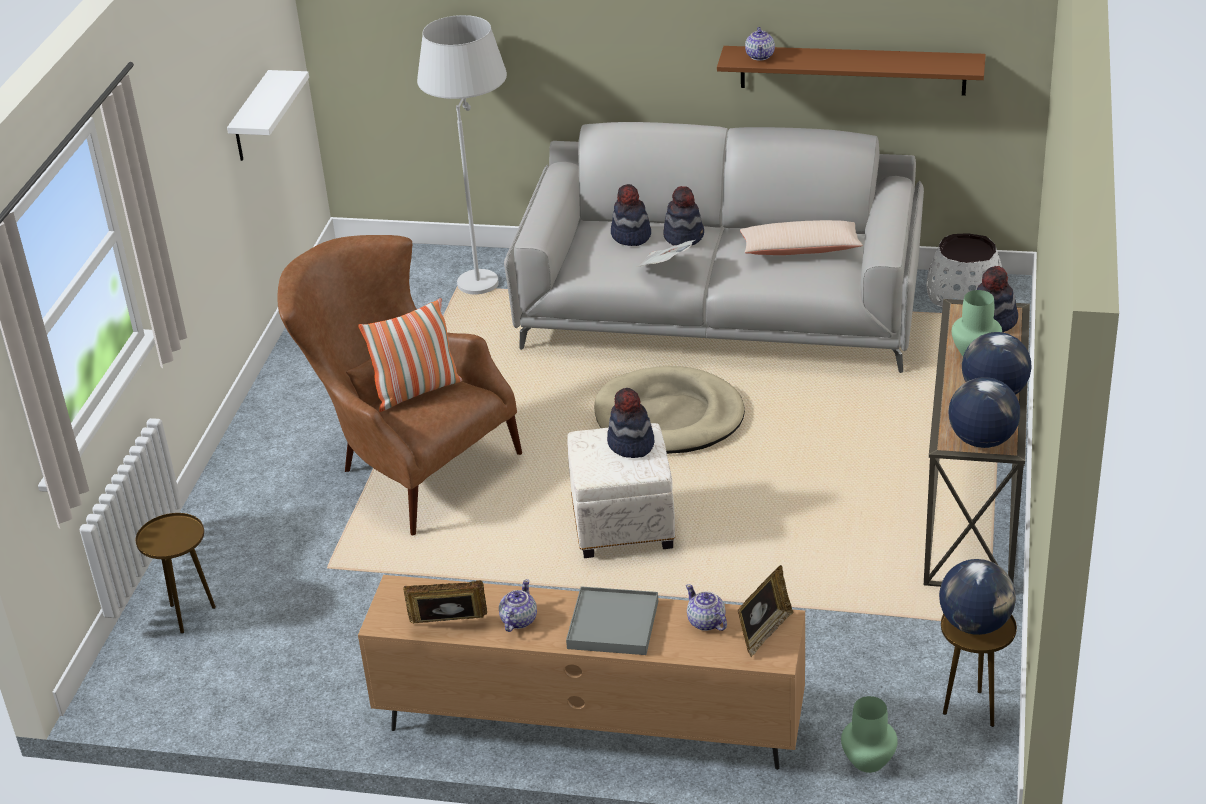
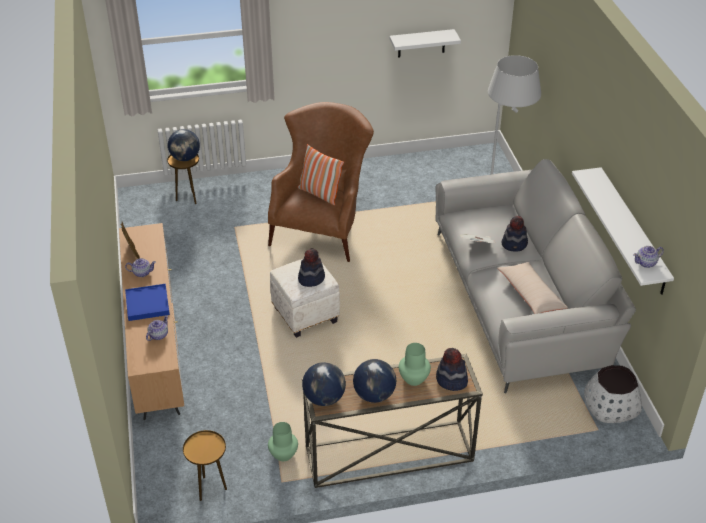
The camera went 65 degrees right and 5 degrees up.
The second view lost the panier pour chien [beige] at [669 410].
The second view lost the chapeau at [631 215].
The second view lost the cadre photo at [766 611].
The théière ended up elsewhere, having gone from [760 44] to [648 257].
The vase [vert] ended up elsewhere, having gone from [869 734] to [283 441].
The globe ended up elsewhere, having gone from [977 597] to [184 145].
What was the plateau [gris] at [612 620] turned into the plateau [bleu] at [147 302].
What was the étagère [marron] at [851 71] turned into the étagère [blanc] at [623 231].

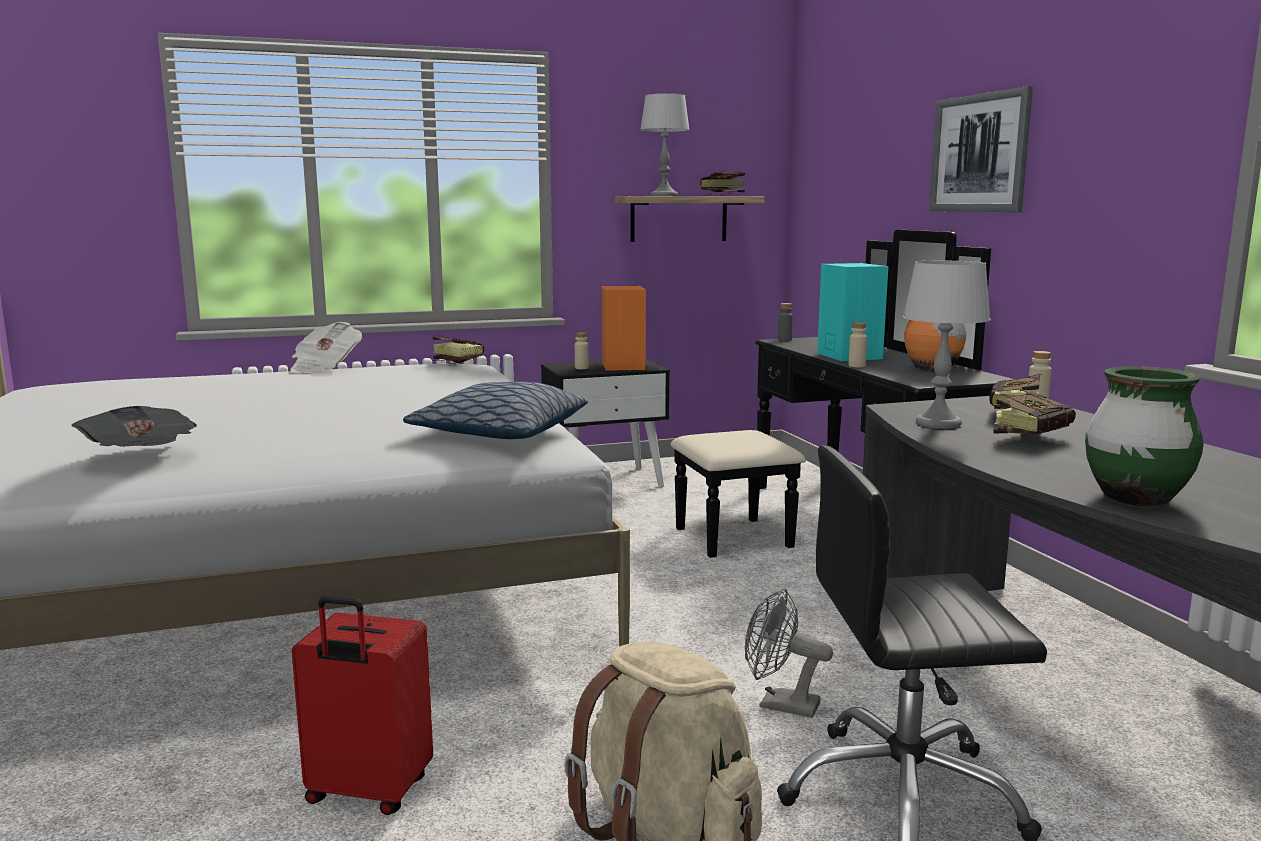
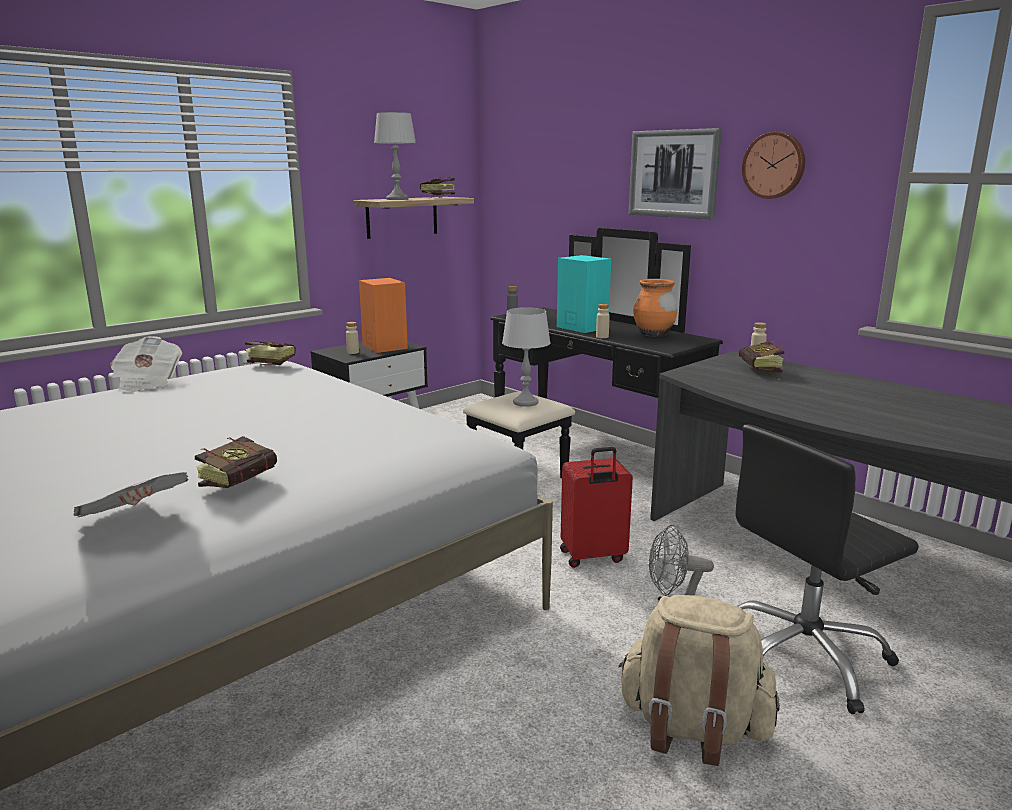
The camera went 25 degrees left and 5 degrees up.
The second view lost the coussin at [495 410].
The second view lost the vase [vert] at [1144 436].
The second view gained the horloge murale at [773 165].
The valise [rouge] ended up elsewhere, having gone from [362 705] to [596 507].
The lampe de table [gris] ended up elsewhere, having gone from [947 345] to [526 357].
The livre ended up elsewhere, having gone from [1035 413] to [236 462].

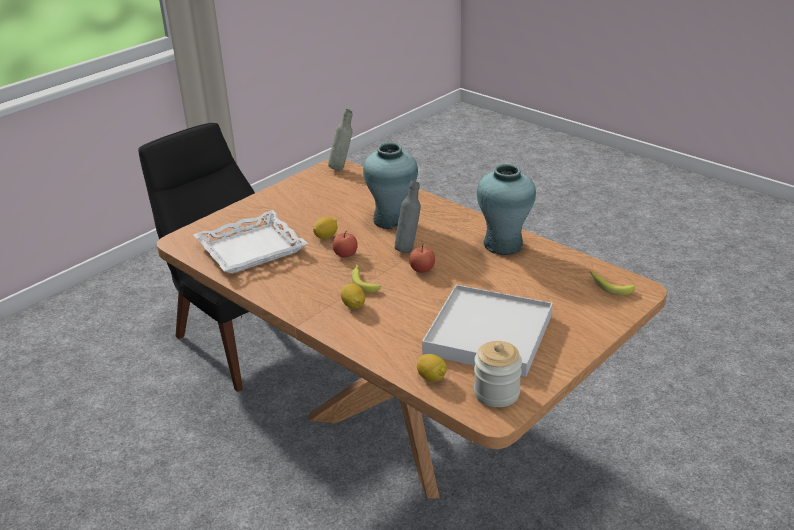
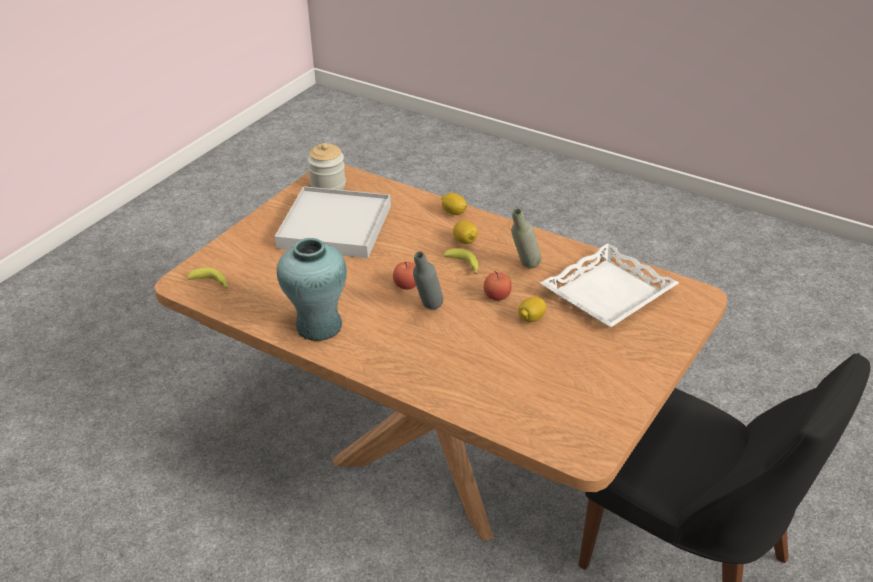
The camera went 170 degrees right and 5 degrees up.
The second view lost the vase [turquoise] at [390 186].
The bouteille [gris] ended up elsewhere, having gone from [340 140] to [526 238].
The citron ended up elsewhere, having gone from [432 368] to [454 204].

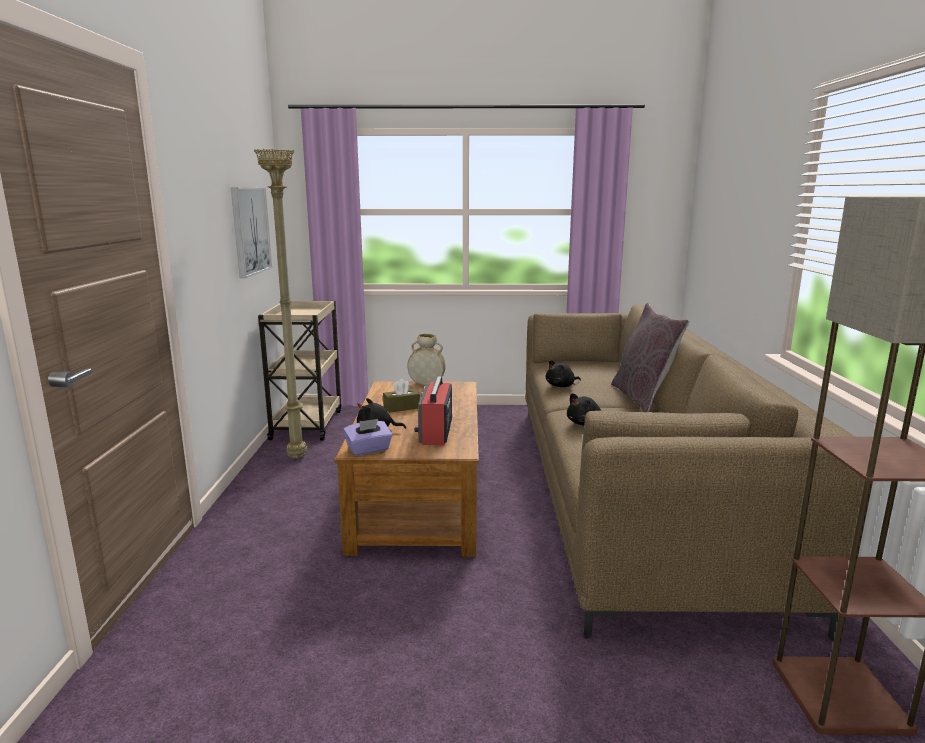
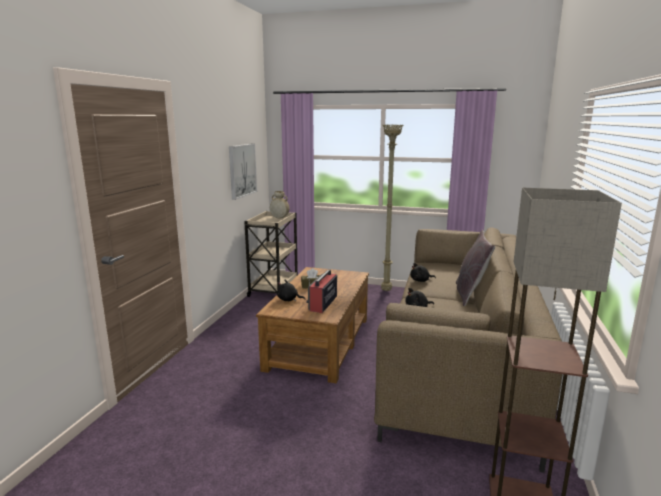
The camera went 15 degrees right and 0 degrees up.
The second view lost the boîte à mouchoirs [violet] at [367 437].
The lampadaire [beige] ended up elsewhere, having gone from [280 304] to [392 207].
The vase [beige] ended up elsewhere, having gone from [426 359] to [279 204].

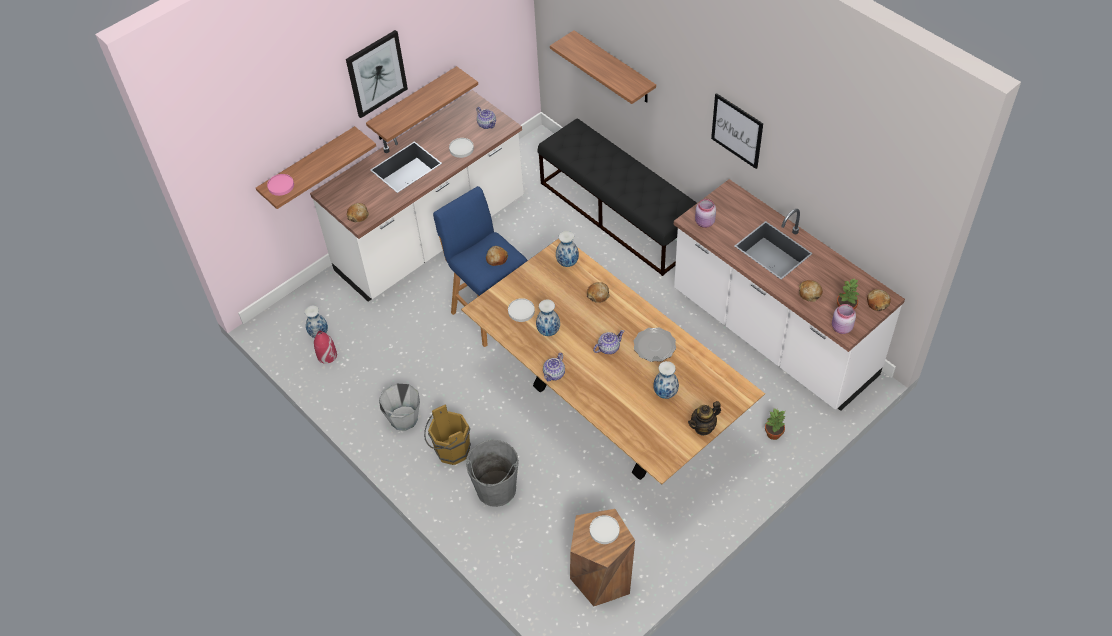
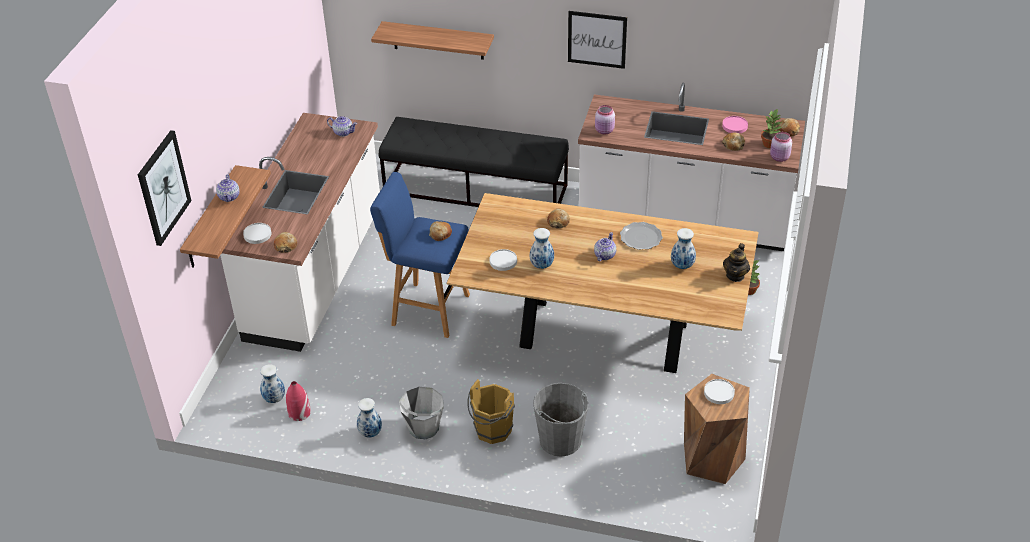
The camera went 35 degrees left and 10 degrees down.
The second view lost the étagère at [422 104].
The assiette [rose] ended up elsewhere, having gone from [280 185] to [735 124].
The tableau ended up elsewhere, having gone from [377 74] to [164 188].
The assiette [blanc] ended up elsewhere, having gone from [461 148] to [257 233].
The théière ended up elsewhere, having gone from [554 367] to [228 188].
The vase ended up elsewhere, having gone from [567 249] to [369 418].

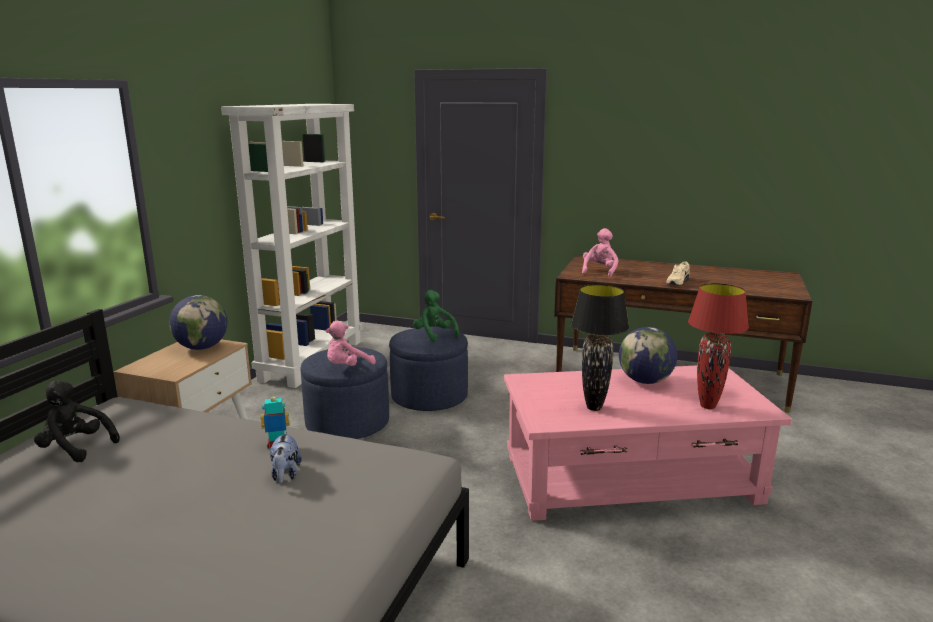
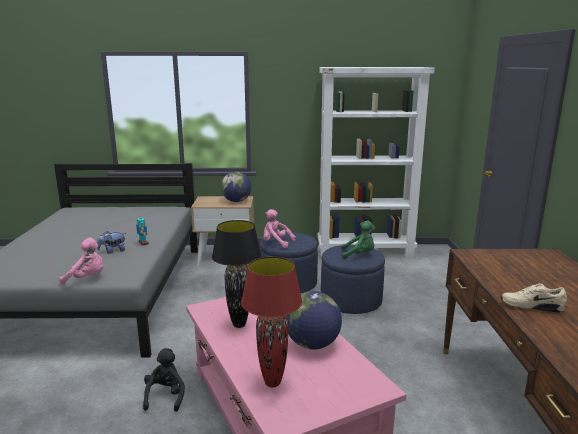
The camera went 70 degrees right and 0 degrees up.
The peluche [noir] ended up elsewhere, having gone from [77 421] to [164 380].
The peluche [rose] ended up elsewhere, having gone from [600 253] to [81 261].
The peluche [vert] at [436 316] ended up facing another way, 60 degrees clockwise from before.

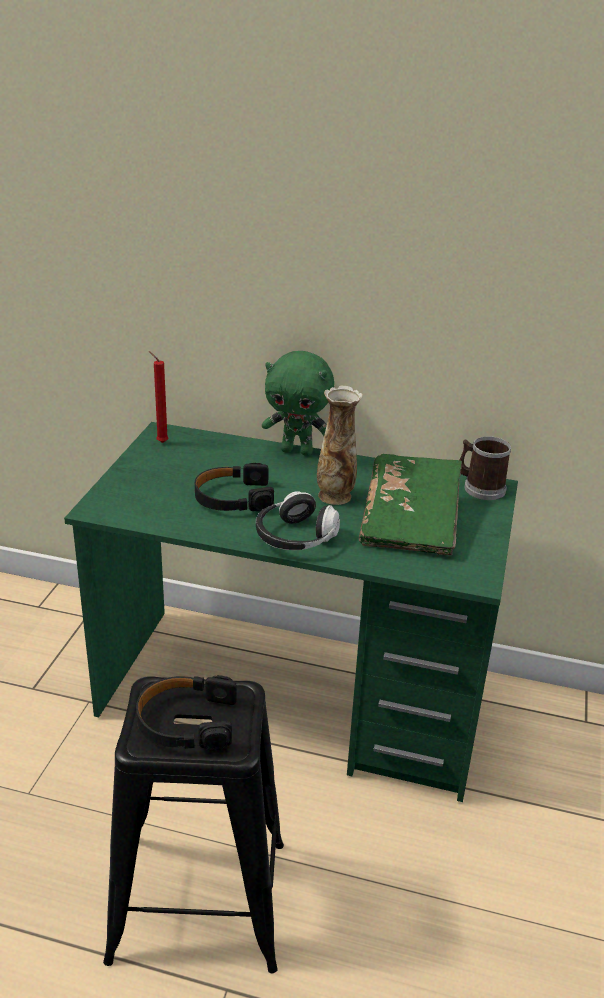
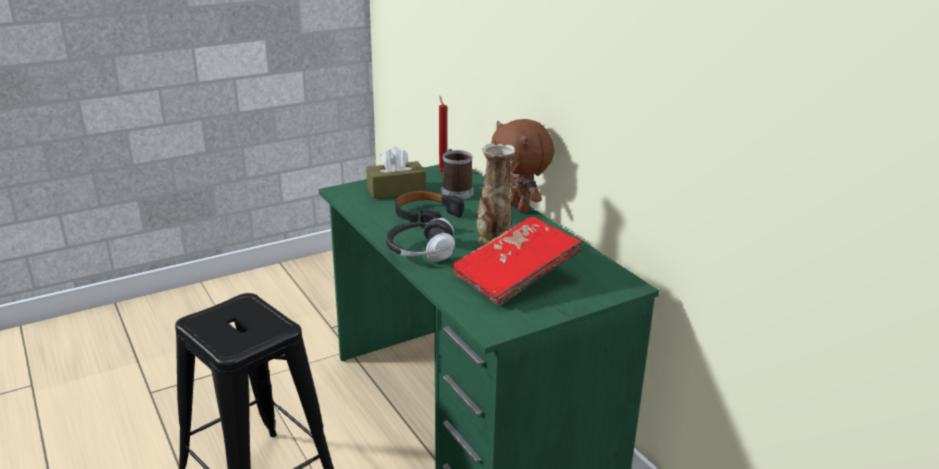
The camera went 45 degrees right and 5 degrees down.
The second view lost the casque audio [noir] at [186 713].
The second view gained the boîte à mouchoirs [marron] at [396 173].
The mug ended up elsewhere, having gone from [485 468] to [457 174].
What was the peluche [vert] at [298 403] turned into the peluche [marron] at [523 166].
What was the livre [vert] at [410 504] turned into the livre [rouge] at [518 261].

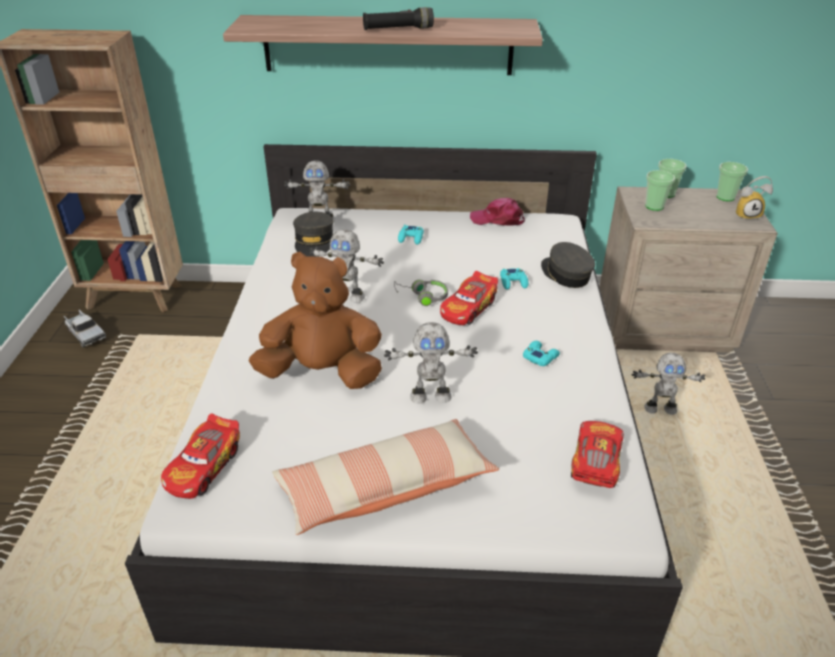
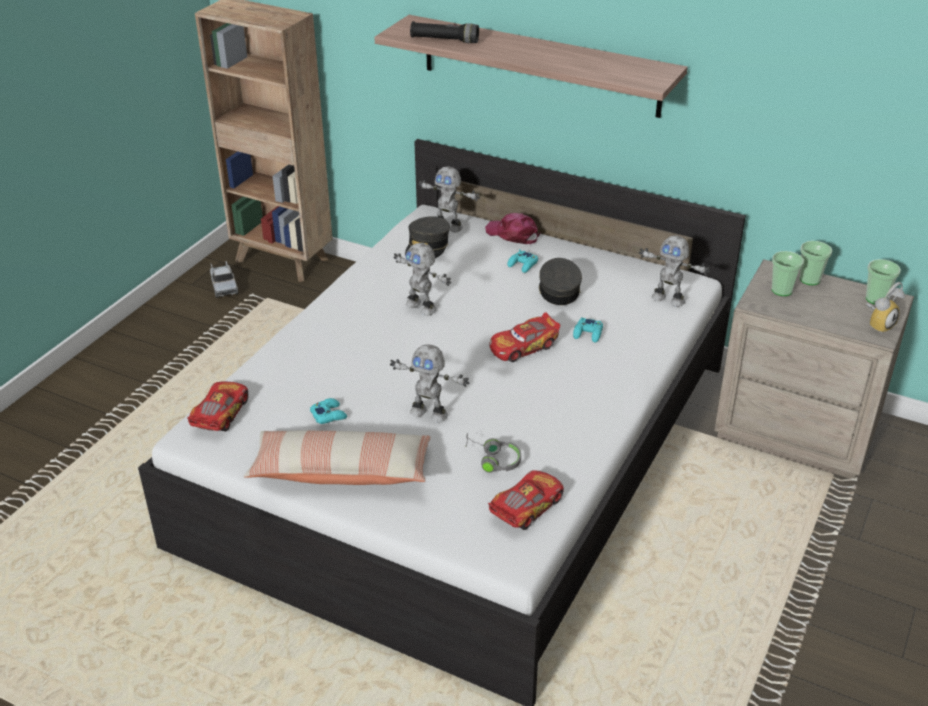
The camera went 25 degrees right and 0 degrees up.
The second view lost the peluche [marron] at [315 320].
The lampe de poche [noir] ended up elsewhere, having gone from [398 18] to [444 32].
The casque audio [gris] ended up elsewhere, having gone from [421 293] to [493 453].
The casquette [rose] ended up elsewhere, having gone from [497 212] to [513 228].
The manette [turquoise] ended up elsewhere, having gone from [541 353] to [328 411].
The casquette [gris] ended up elsewhere, having gone from [568 265] to [560 281].
The robot jouet ended up elsewhere, having gone from [668 384] to [674 271].
The petite voiture at [200 456] ended up facing another way, 150 degrees clockwise from before.
The réveil at [754 198] ended up facing another way, 60 degrees counterclockwise from before.

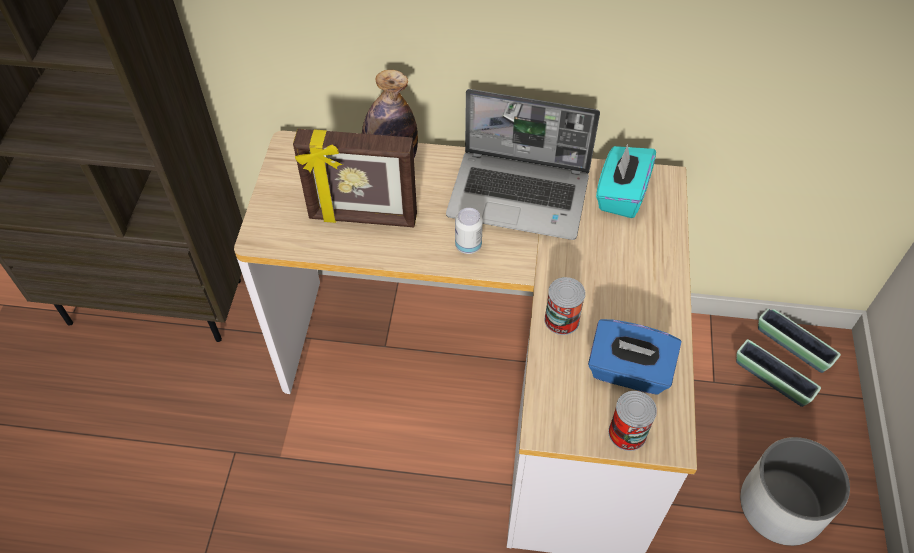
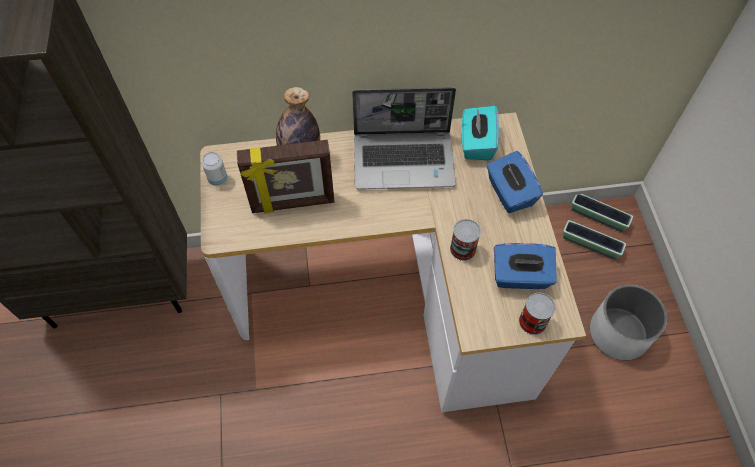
The camera went 15 degrees left and 5 degrees up.
The second view gained the boîte à mouchoirs [bleu] at [515 182].
The boîte métallique ended up elsewhere, having gone from [469 231] to [214 169].

